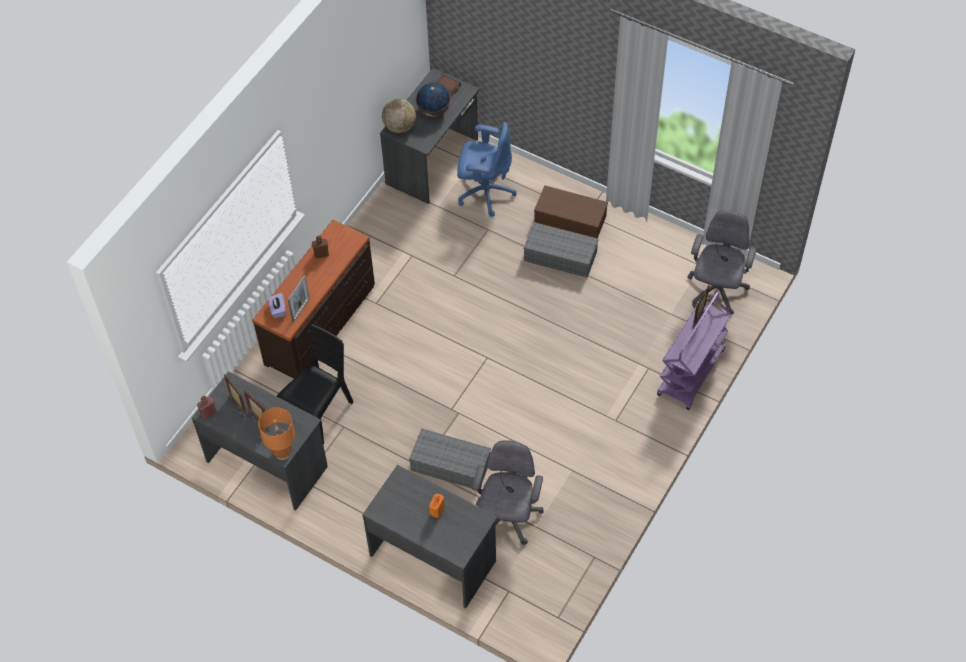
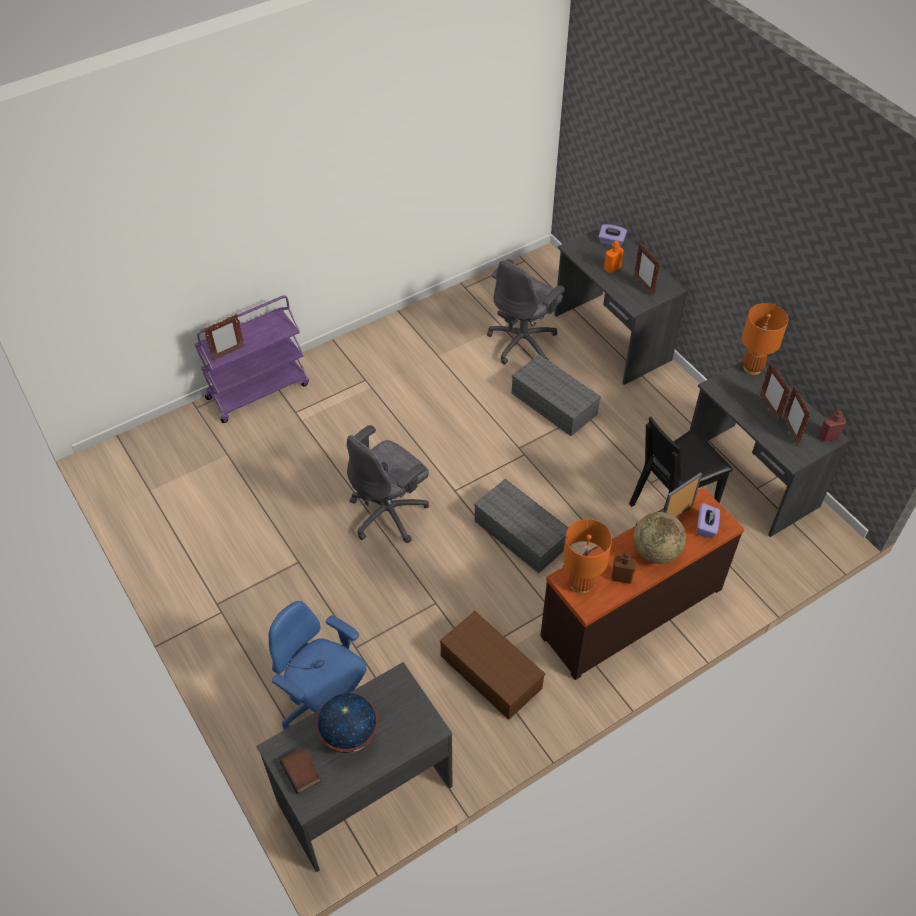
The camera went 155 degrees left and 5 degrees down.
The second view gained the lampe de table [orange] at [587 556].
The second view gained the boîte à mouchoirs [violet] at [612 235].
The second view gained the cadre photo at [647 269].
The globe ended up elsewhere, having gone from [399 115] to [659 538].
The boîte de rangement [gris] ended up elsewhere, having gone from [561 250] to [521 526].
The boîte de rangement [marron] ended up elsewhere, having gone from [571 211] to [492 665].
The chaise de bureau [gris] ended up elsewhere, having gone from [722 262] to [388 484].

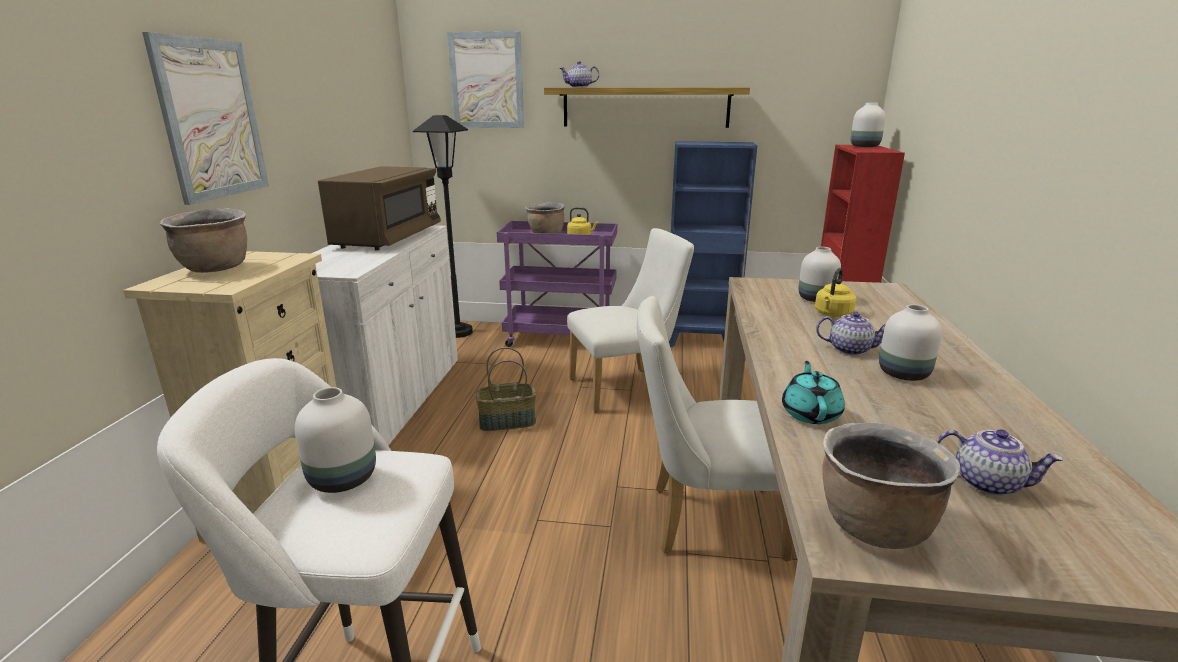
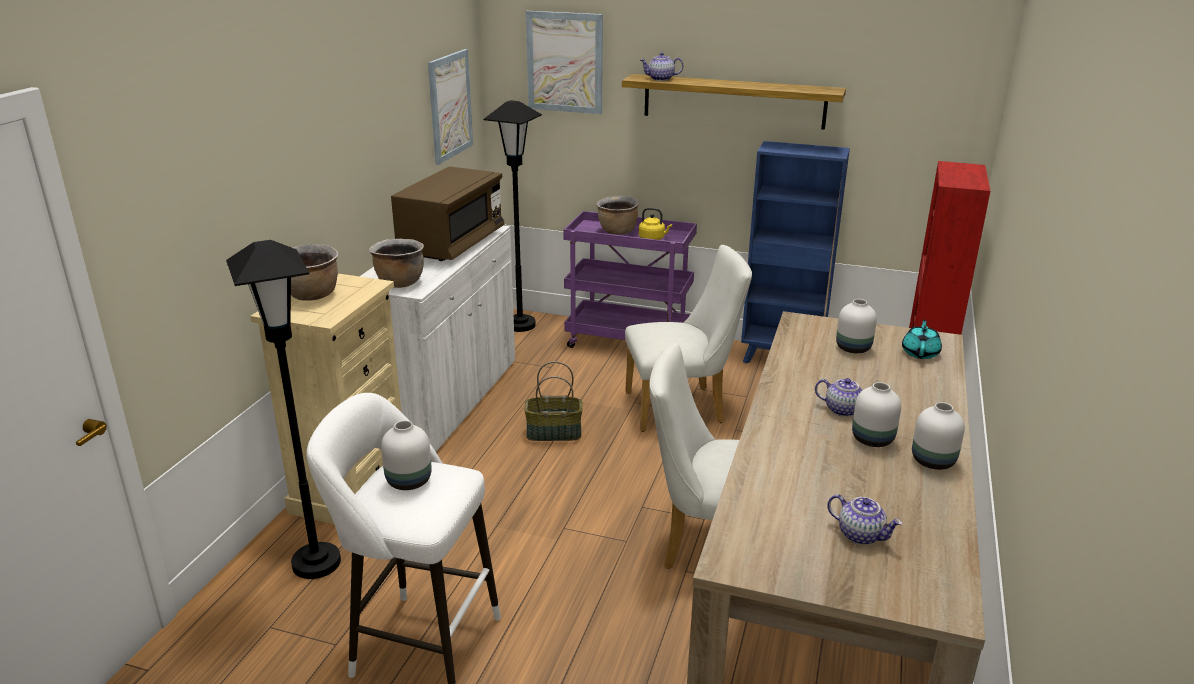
The camera went 10 degrees right and 5 degrees up.
The second view lost the bouilloire [jaune] at [835 292].
The second view gained the lampadaire [noir] at [283 409].
The tableau ended up elsewhere, having gone from [205 118] to [450 107].
The théière [turquoise] ended up elsewhere, having gone from [813 392] to [922 339].
The marmite [marron] ended up elsewhere, having gone from [891 486] to [396 263].
The vase [blanc] ended up elsewhere, having gone from [868 125] to [938 436].

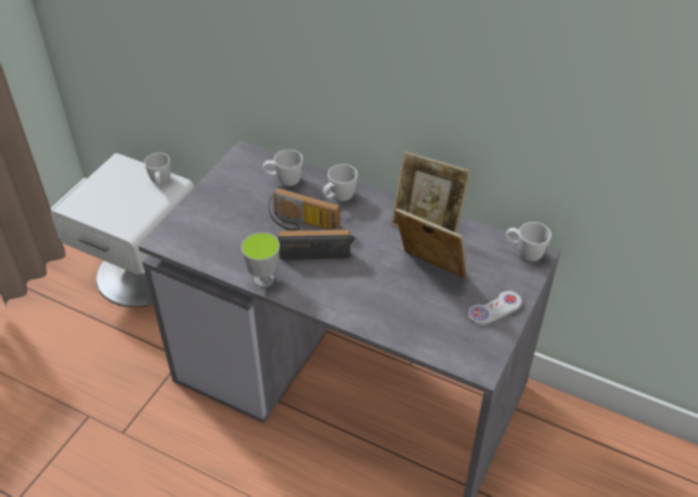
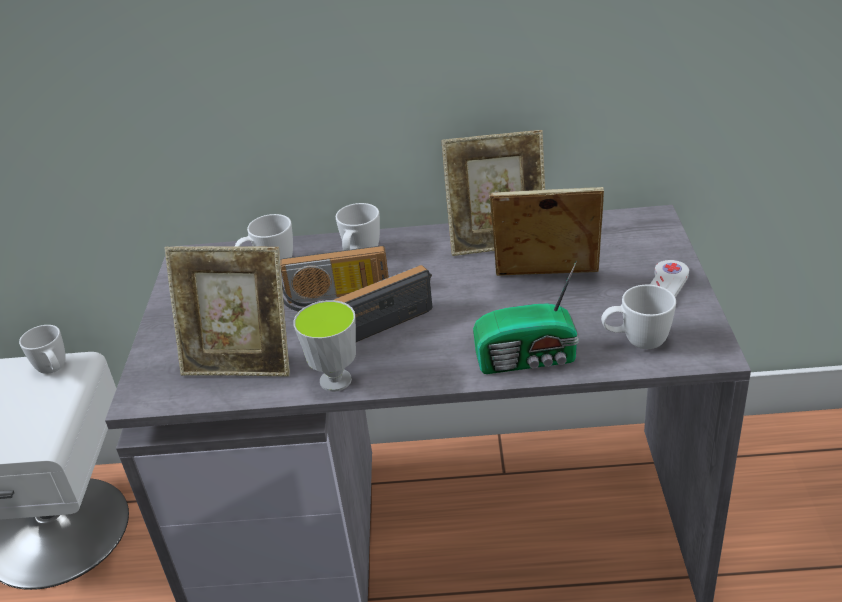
The camera went 25 degrees left and 10 degrees down.
The second view gained the cadre photo at [227 311].
The second view gained the radio at [526 317].
The mug [blanc] ended up elsewhere, having gone from [528 241] to [638 317].

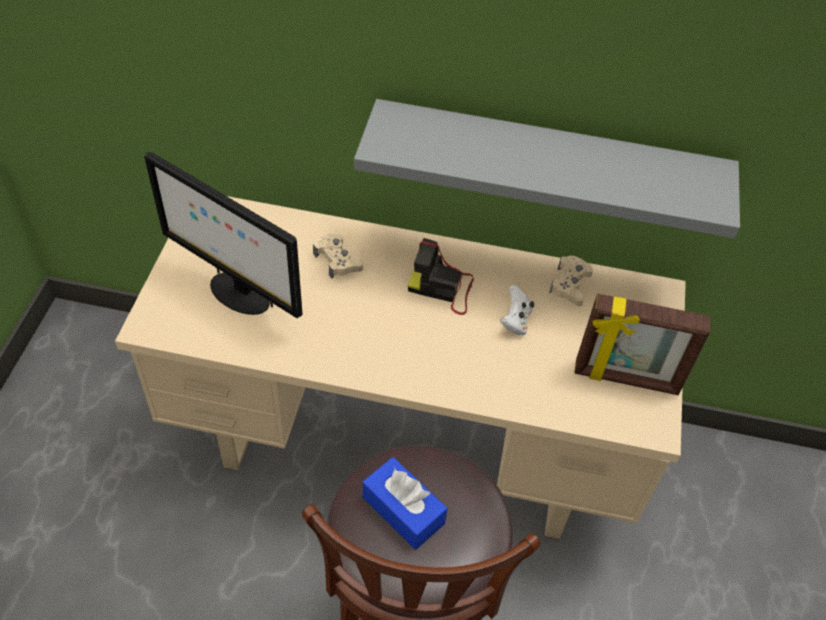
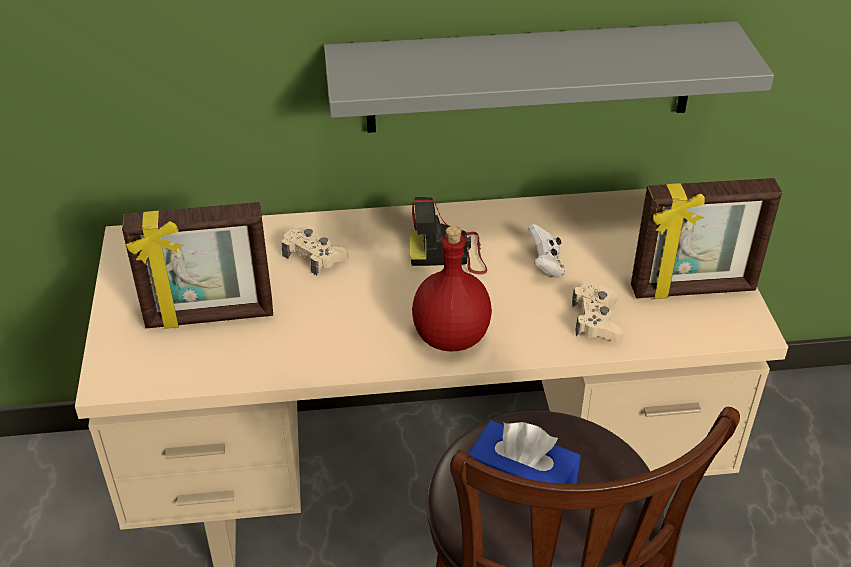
The camera went 15 degrees left and 10 degrees down.
The second view gained the bouteille [rouge] at [452 289].
The manette [beige] ended up elsewhere, having gone from [571 281] to [597 312].
Where the écran d'ordinateur stood at [223 235], the cadre photo came to stand at [197 265].

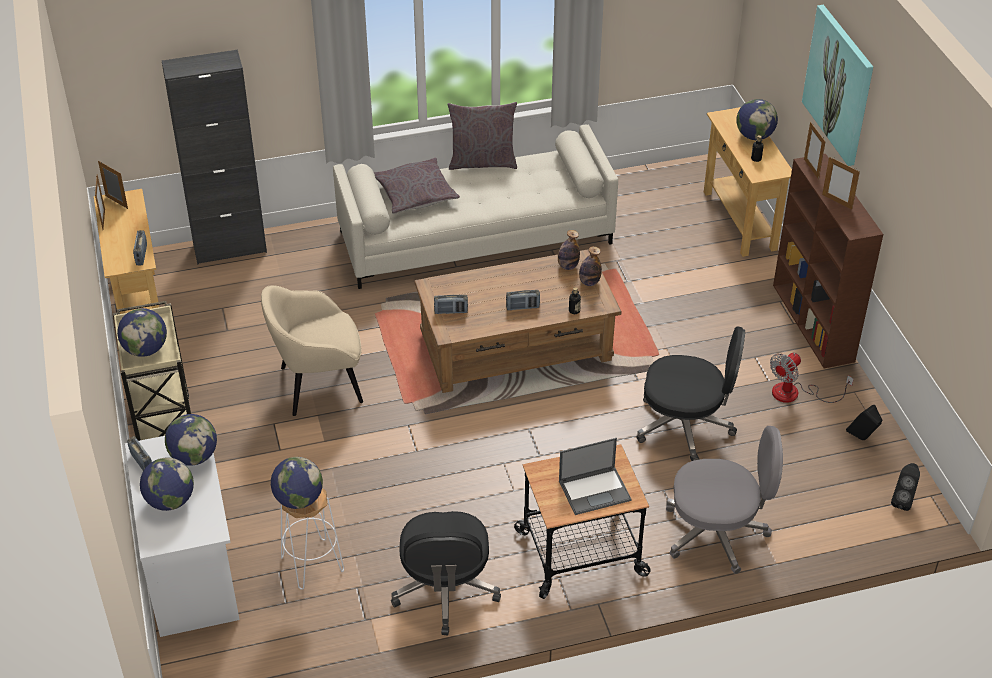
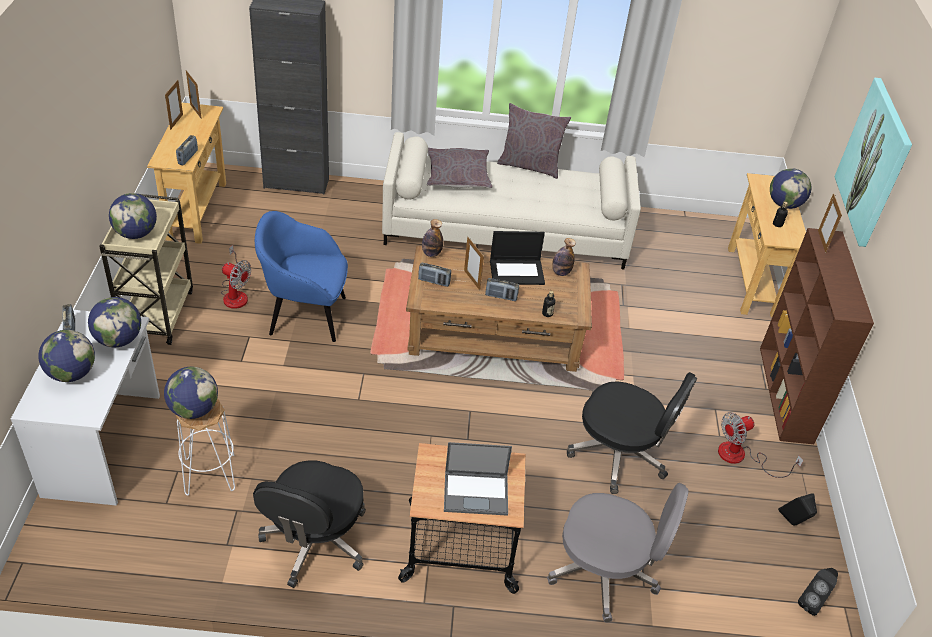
The camera went 15 degrees right and 0 degrees up.
The second view gained the ventilateur at [236 277].
The second view gained the ordinateur portable at [517 258].
The bouteille ended up elsewhere, having gone from [590 266] to [432 238].
The cadre photo ended up elsewhere, having gone from [841 183] to [474 263].
What was the fauteuil [beige] at [312 350] turned into the fauteuil [bleu] at [301 276].

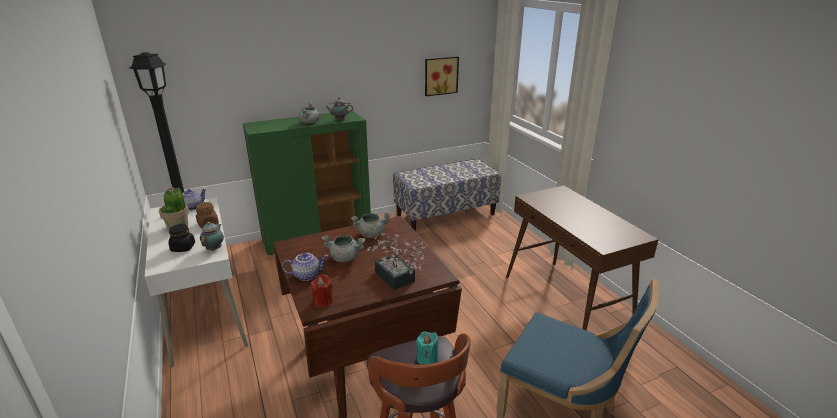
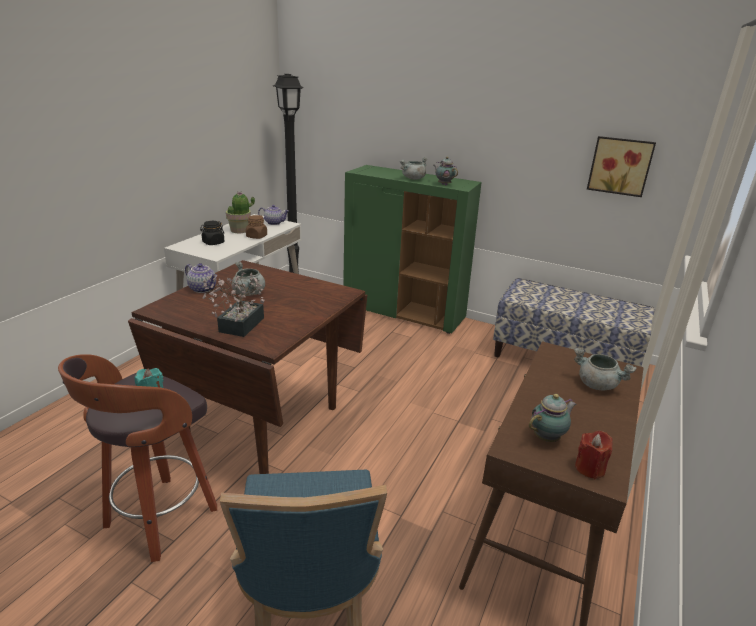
The camera went 50 degrees right and 0 degrees up.
The théière ended up elsewhere, having gone from [212 236] to [552 418].
The bougie [rouge] ended up elsewhere, having gone from [322 291] to [593 455].
The marmite [gris] ended up elsewhere, having gone from [371 225] to [605 369].

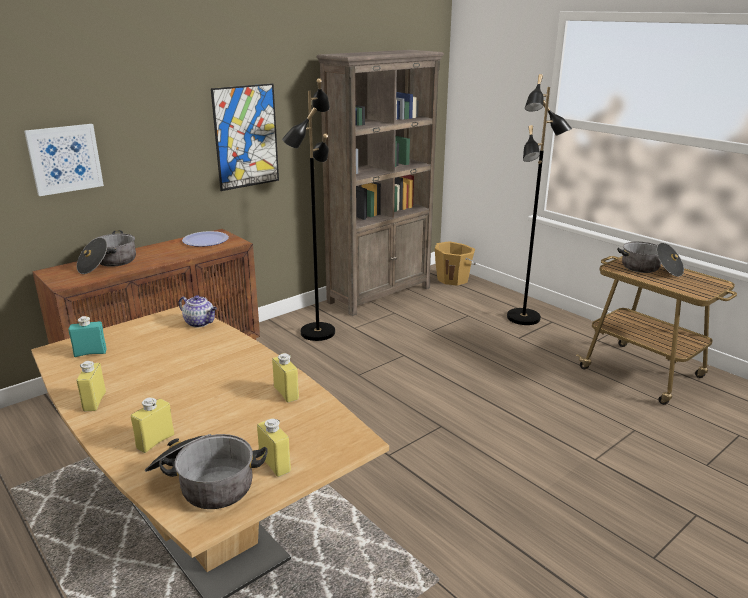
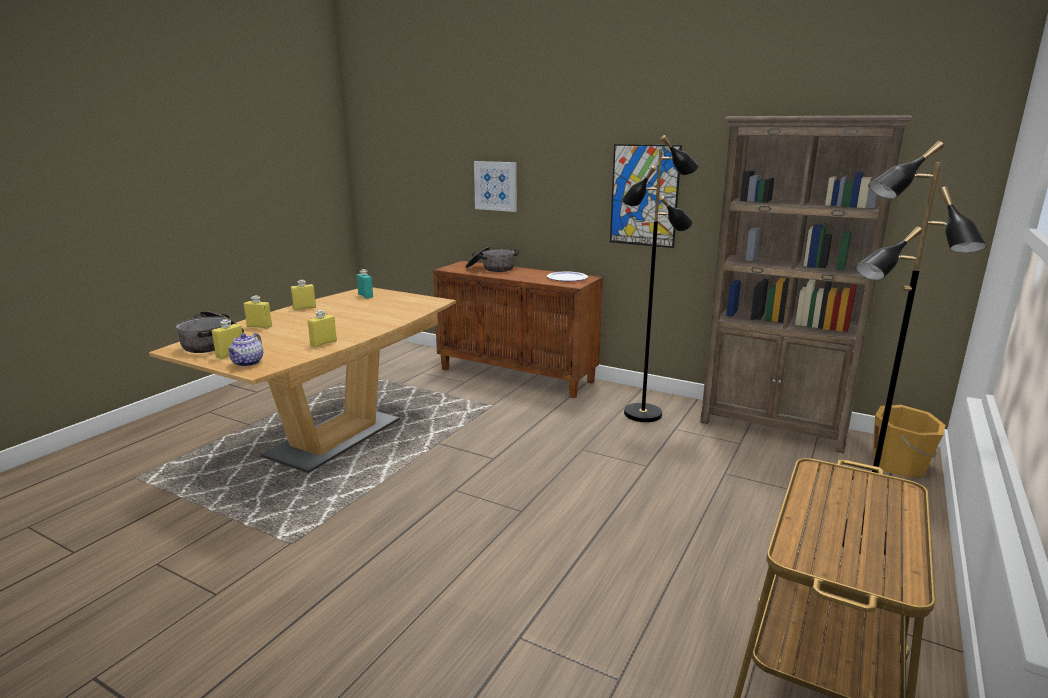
The camera went 70 degrees right and 5 degrees down.
The second view lost the marmite at [650 259].
The théière ended up elsewhere, having gone from [198 311] to [245 350].

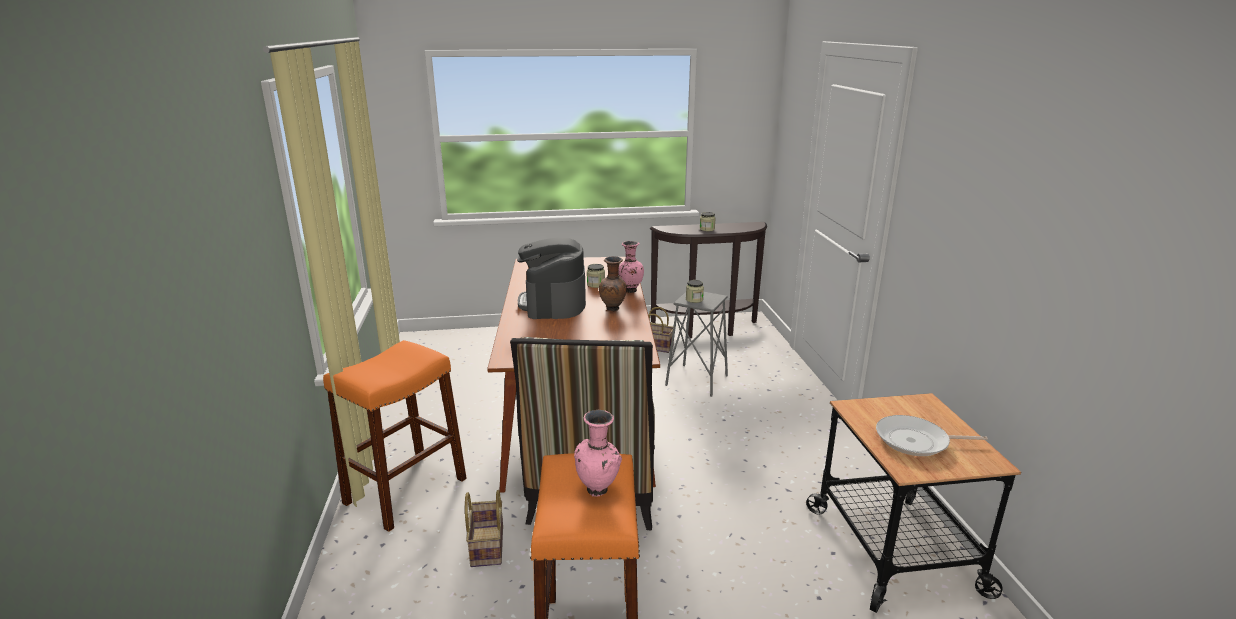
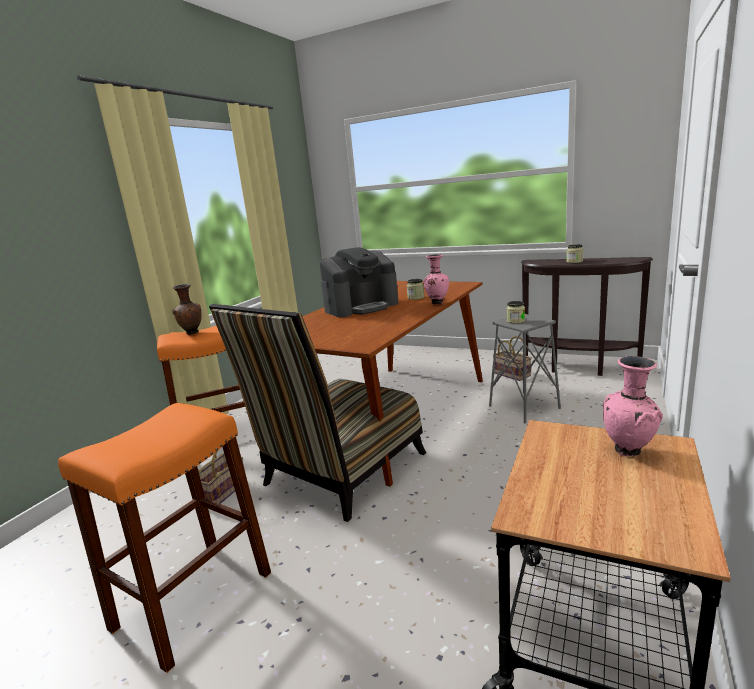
The camera went 35 degrees right and 5 degrees down.
The second view lost the poêle at [932 435].
The vase [rose] ended up elsewhere, having gone from [598 453] to [633 406].
The vase [marron] ended up elsewhere, having gone from [613 284] to [187 309].
The machine à café at [551 278] ended up facing another way, 150 degrees counterclockwise from before.

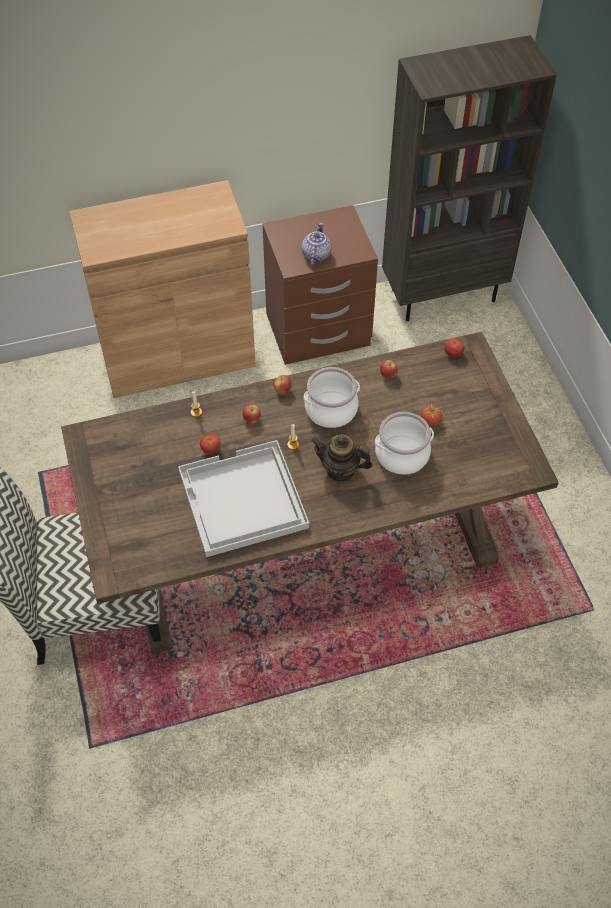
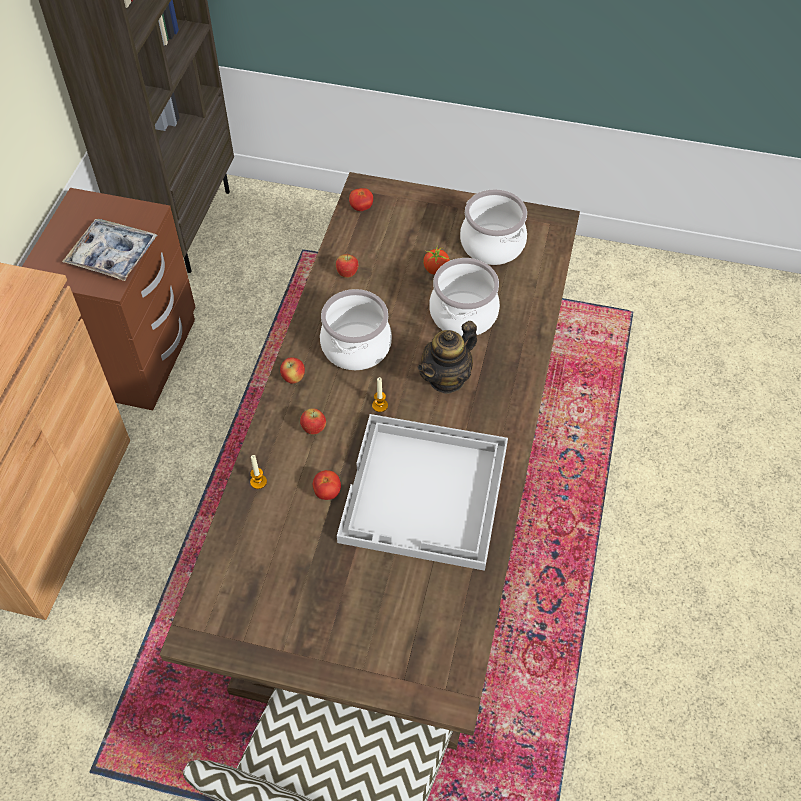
The camera went 60 degrees left and 0 degrees up.
The second view gained the marmite at [493 227].
Where the théière stood at [316 244], the plateau came to stand at [109 249].

